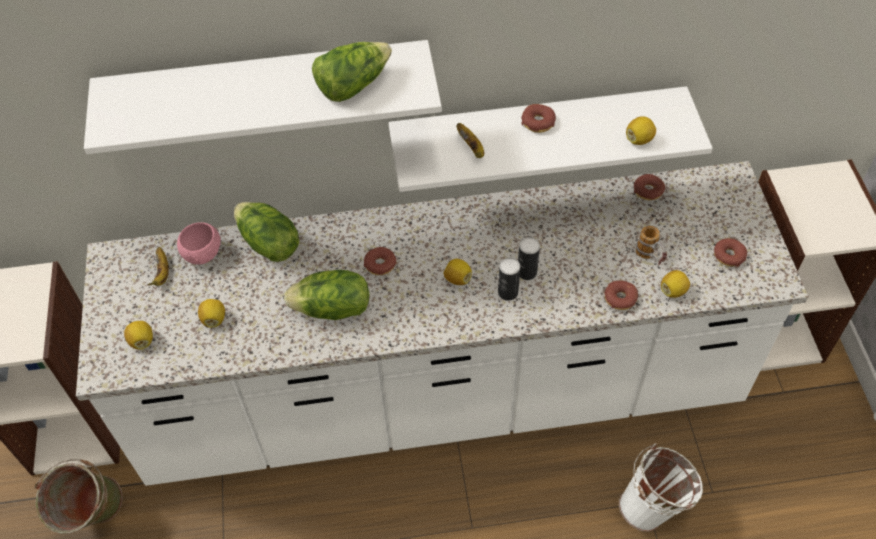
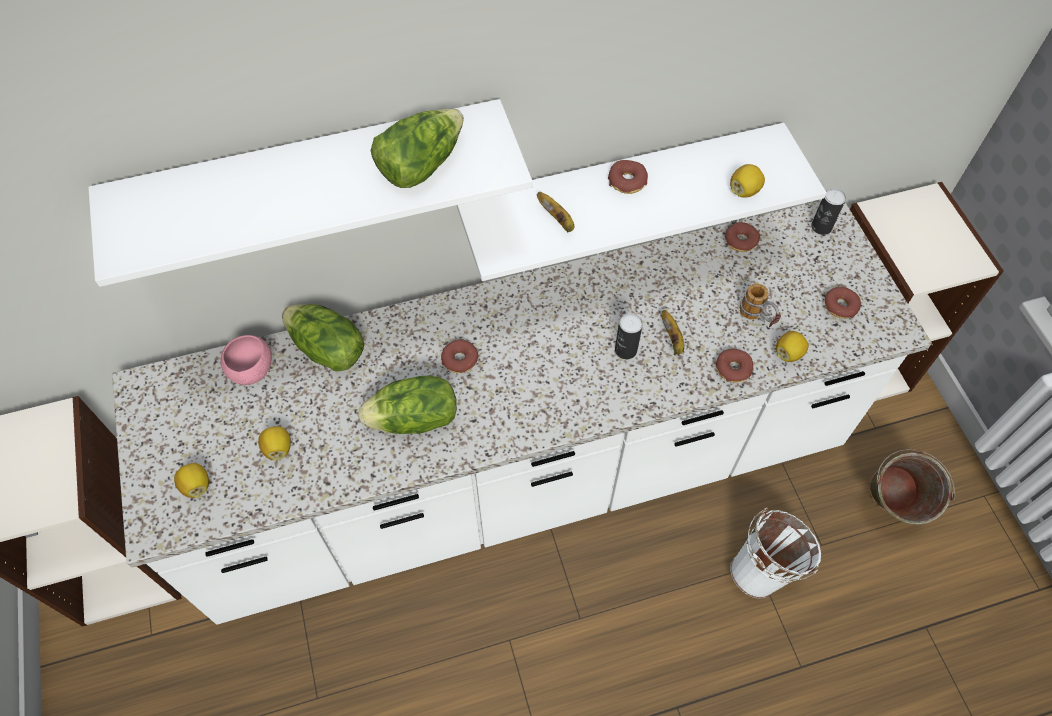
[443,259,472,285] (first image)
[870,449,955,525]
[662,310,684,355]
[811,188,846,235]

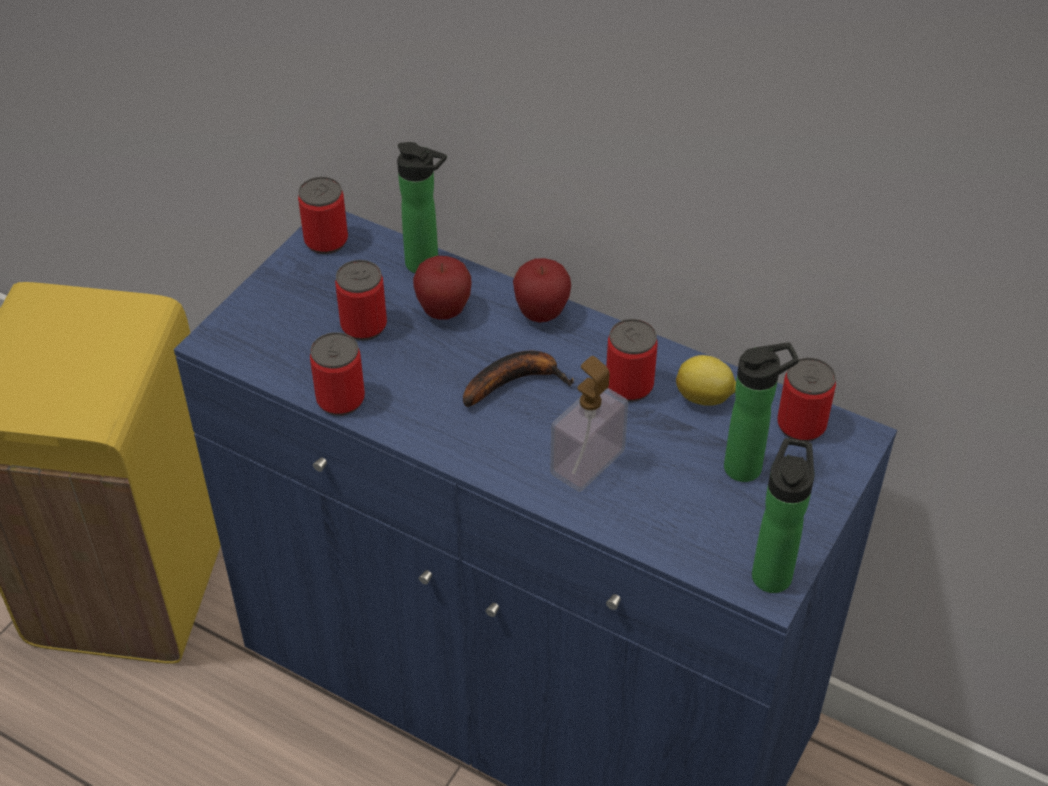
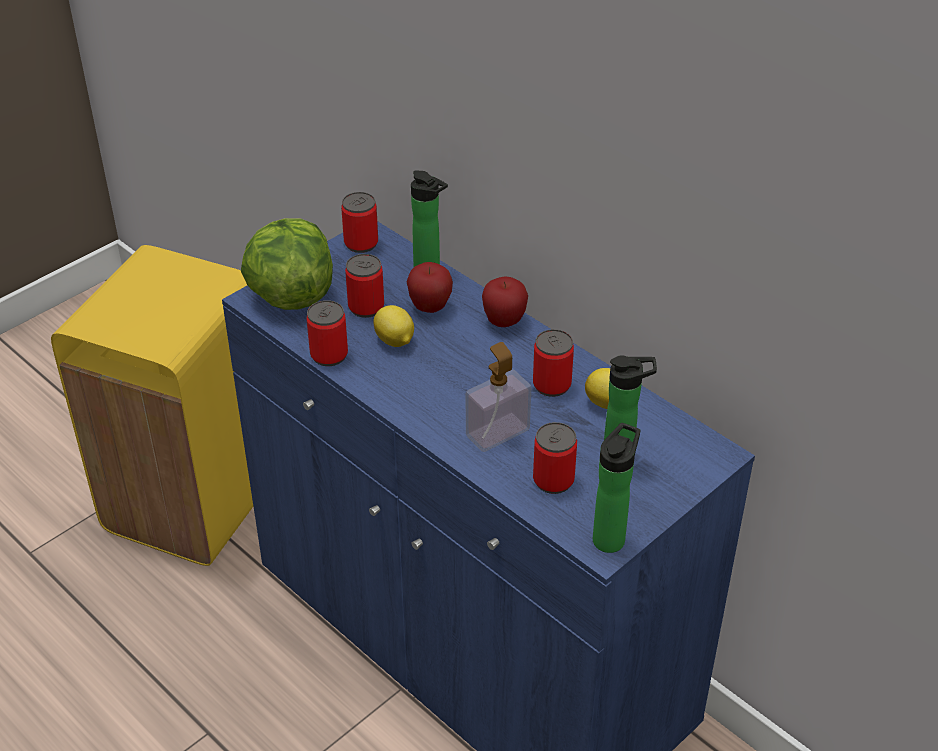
[463,351,574,407] (first image)
[241,218,333,310]
[373,305,414,347]
[533,422,577,494]

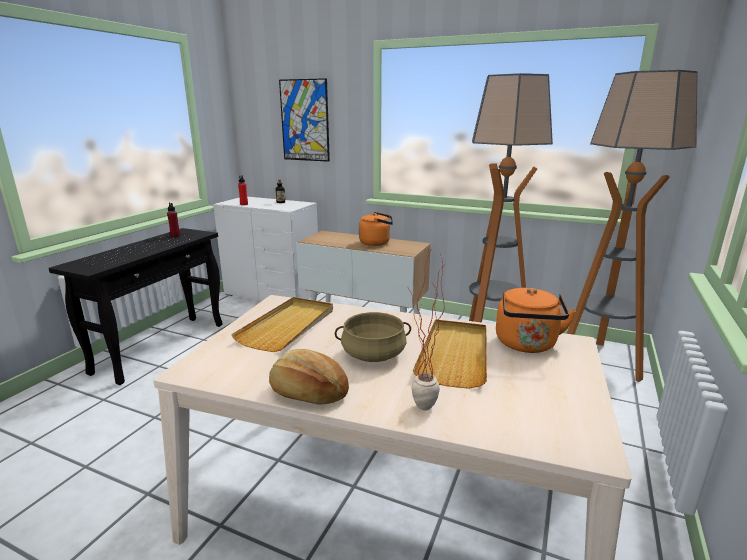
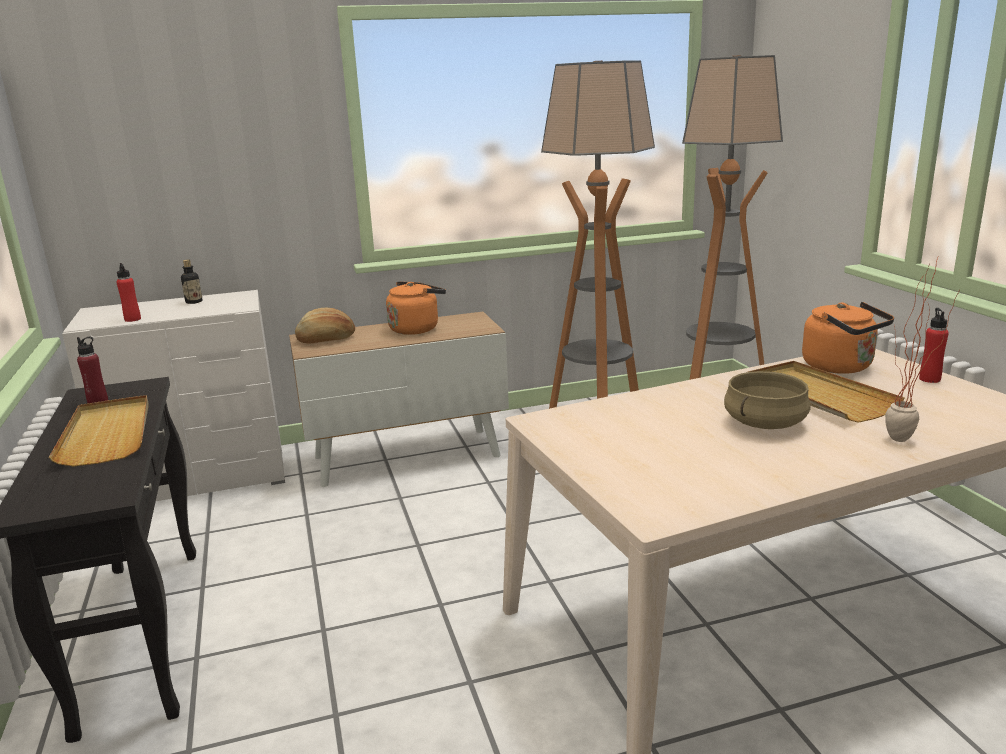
[279,78,330,162] (first image)
[919,308,949,383]
[48,395,149,467]
[295,308,355,344]

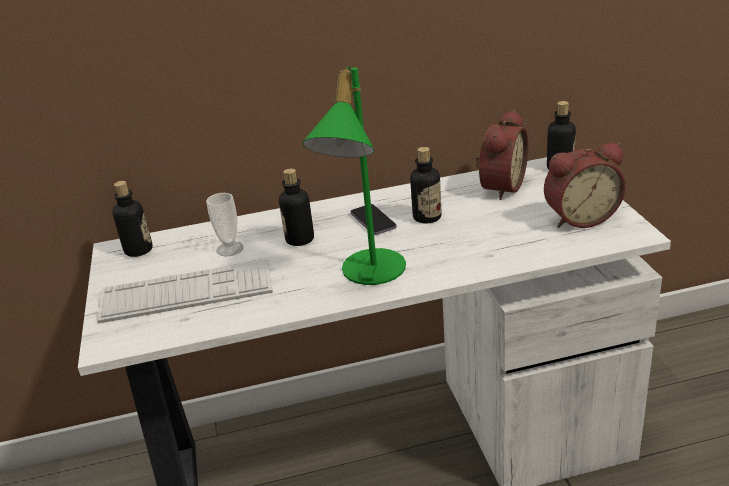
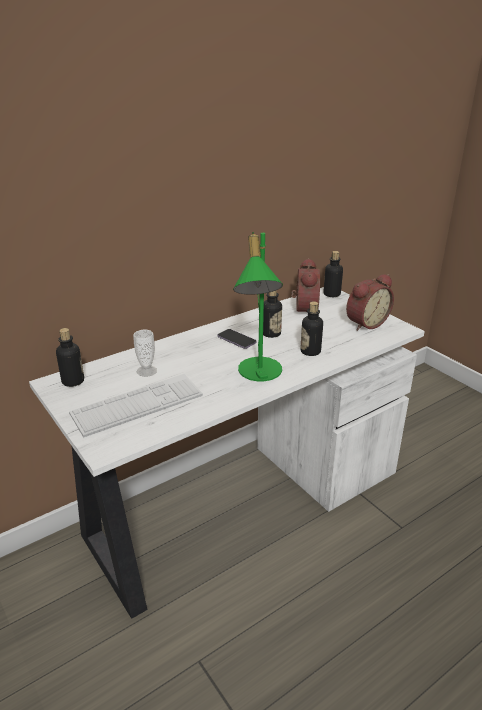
[300,301,323,356]

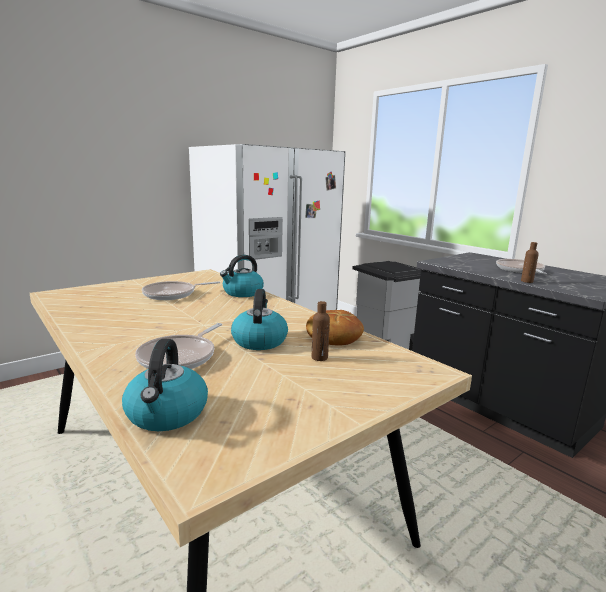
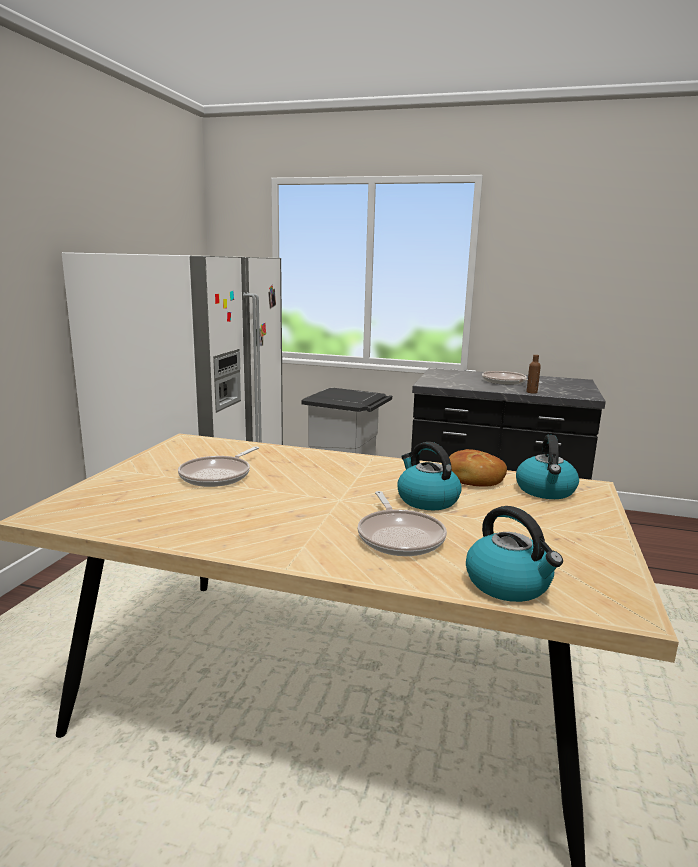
[311,301,330,361] (first image)
[516,435,579,499]

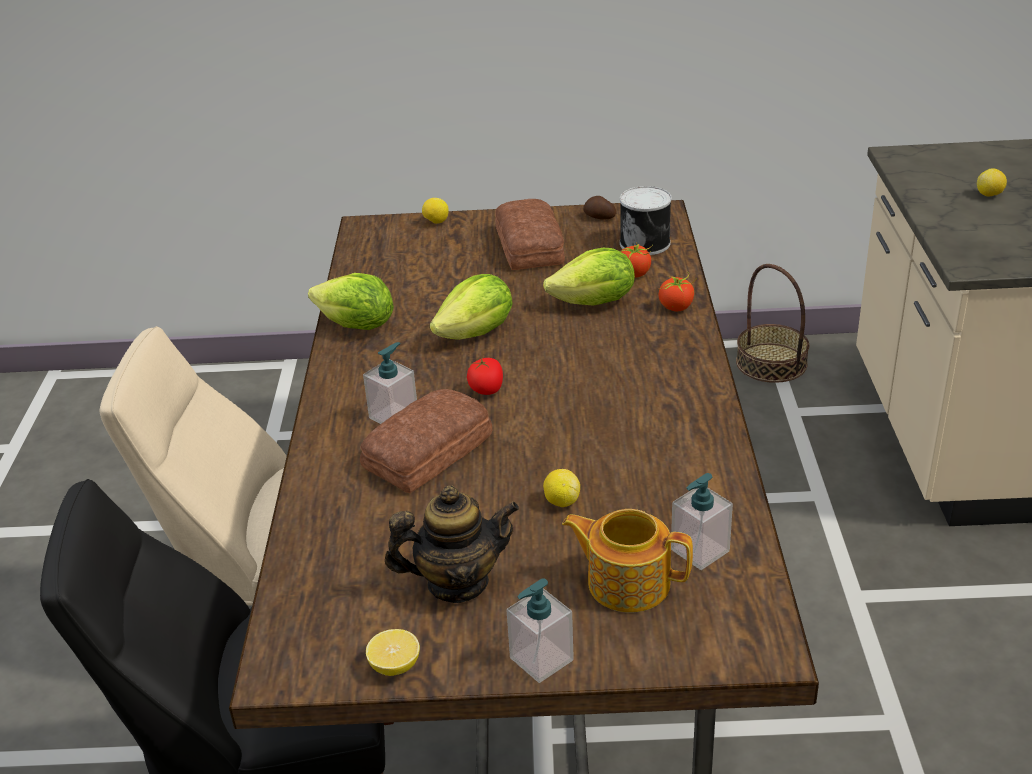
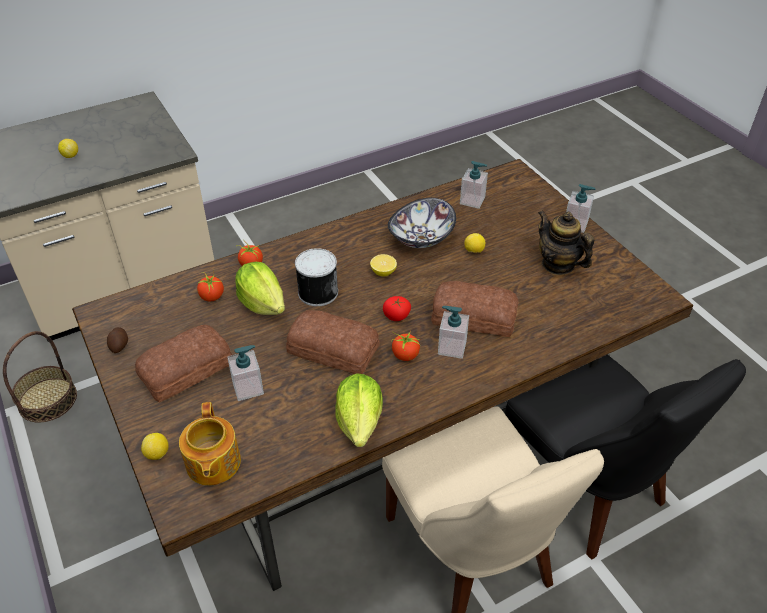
[227,345,264,401]
[388,198,456,248]
[391,332,420,361]
[370,254,397,276]
[179,402,241,486]
[295,248,338,306]
[286,310,380,374]

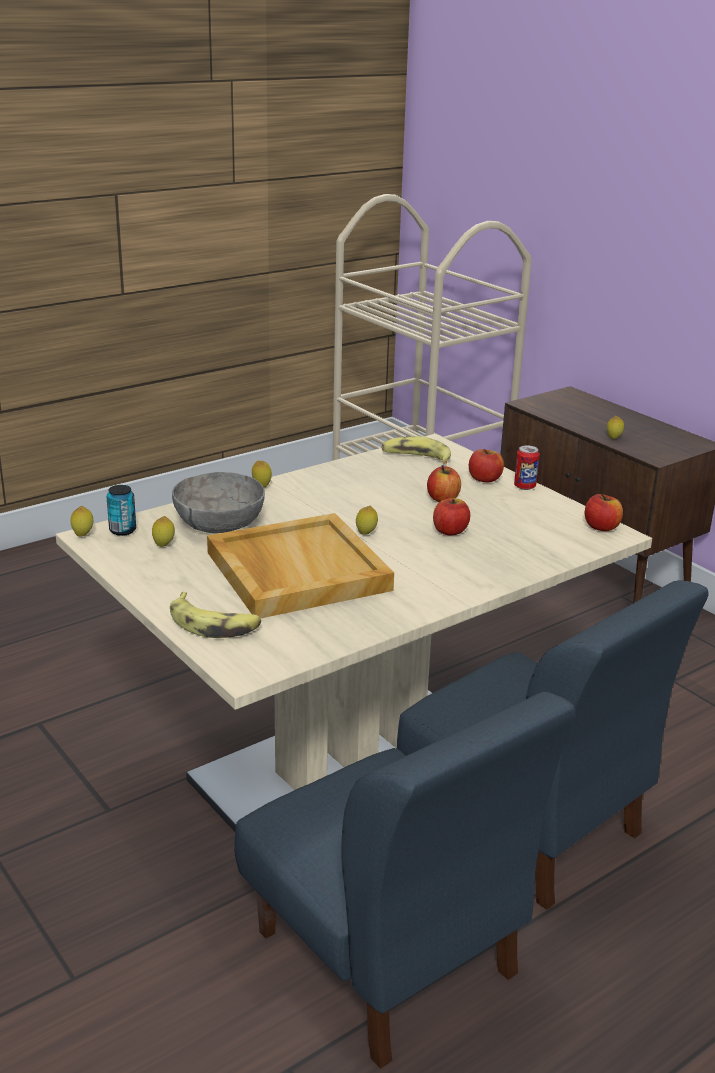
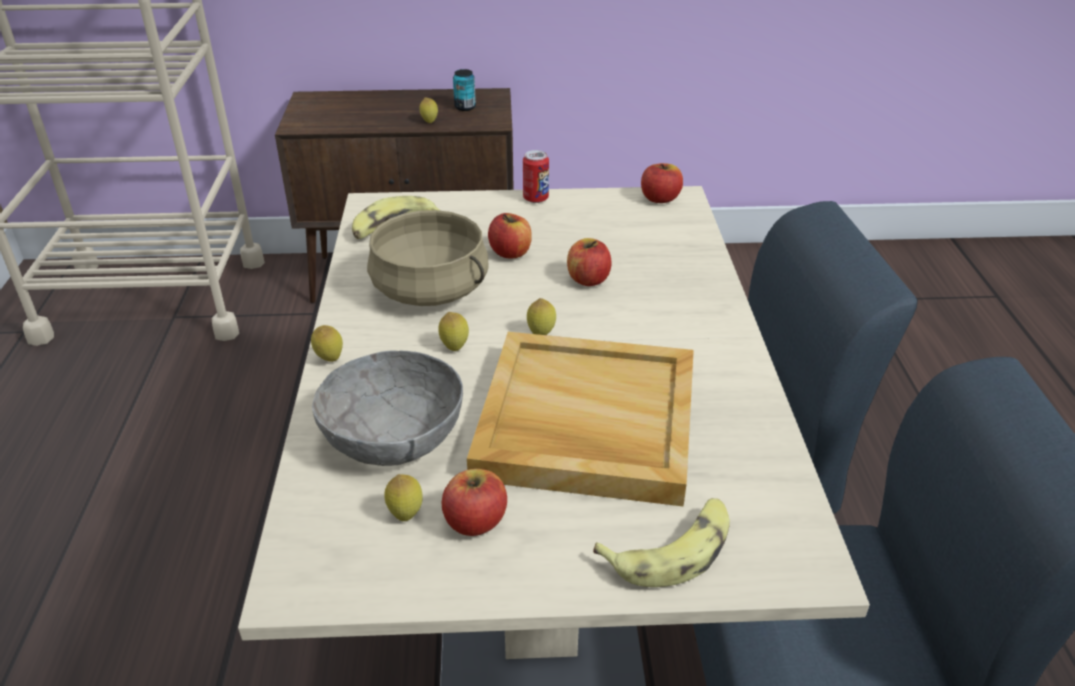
[367,210,489,306]
[438,312,469,351]
[453,69,476,111]
[442,469,507,536]

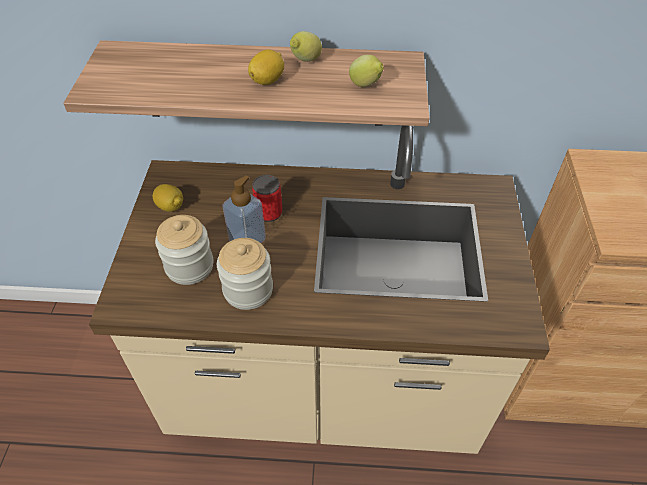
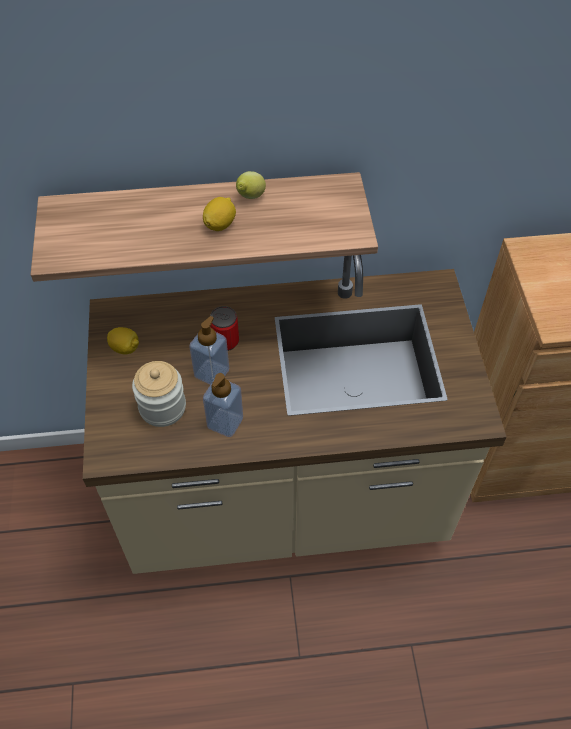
[349,55,384,87] (first image)
[203,373,243,437]

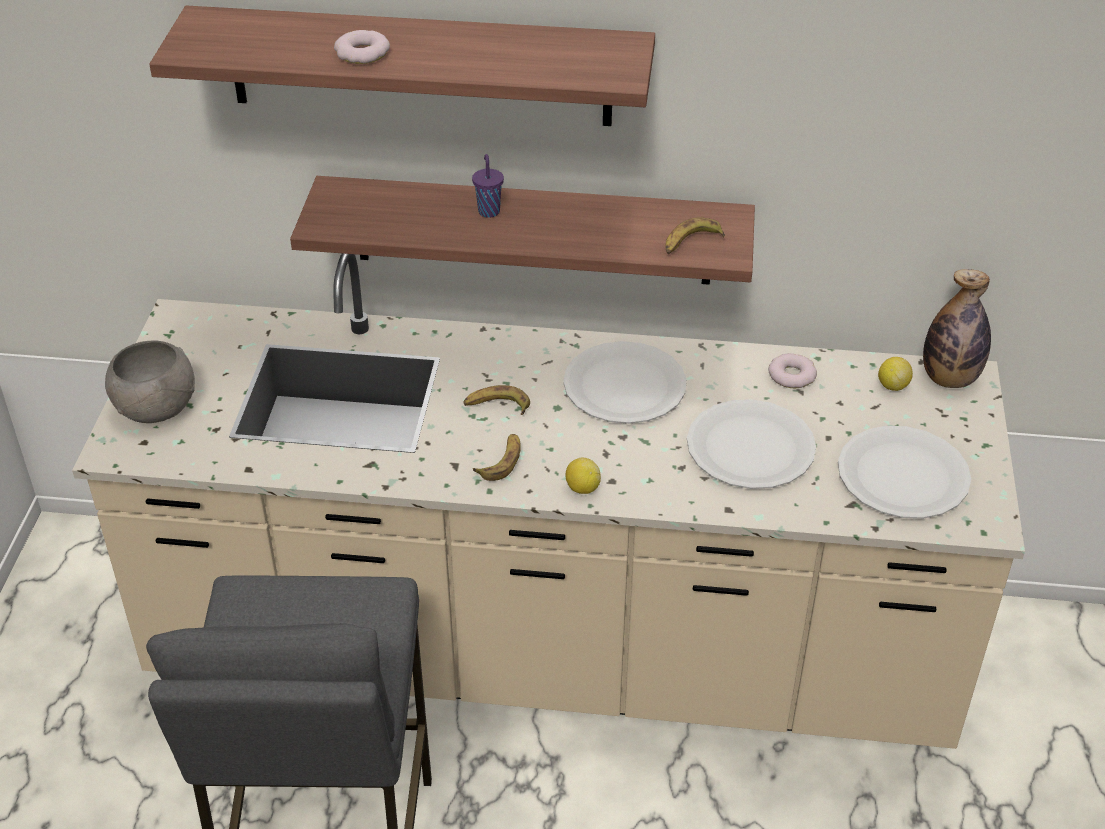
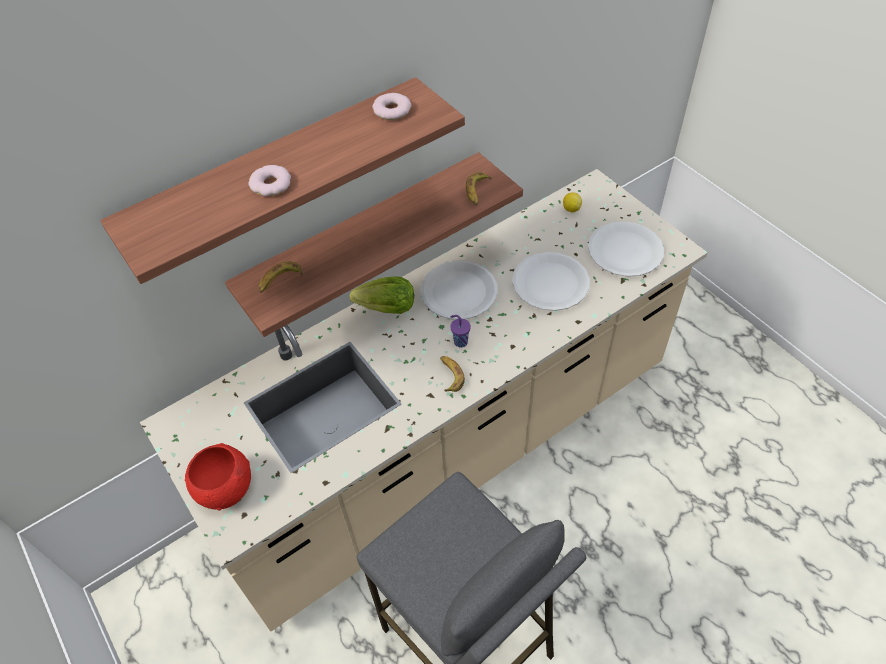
[565,458,601,494] (first image)
[923,269,991,388] (first image)
[349,276,414,314]
[259,261,303,293]
[450,315,471,348]
[372,93,412,120]
[185,443,251,510]

